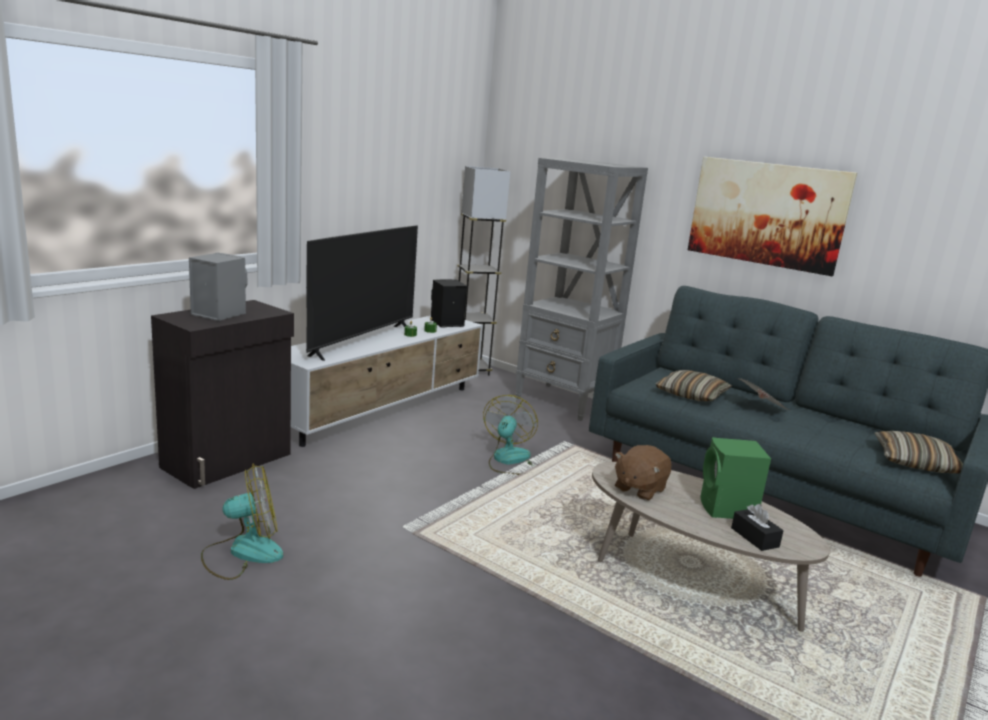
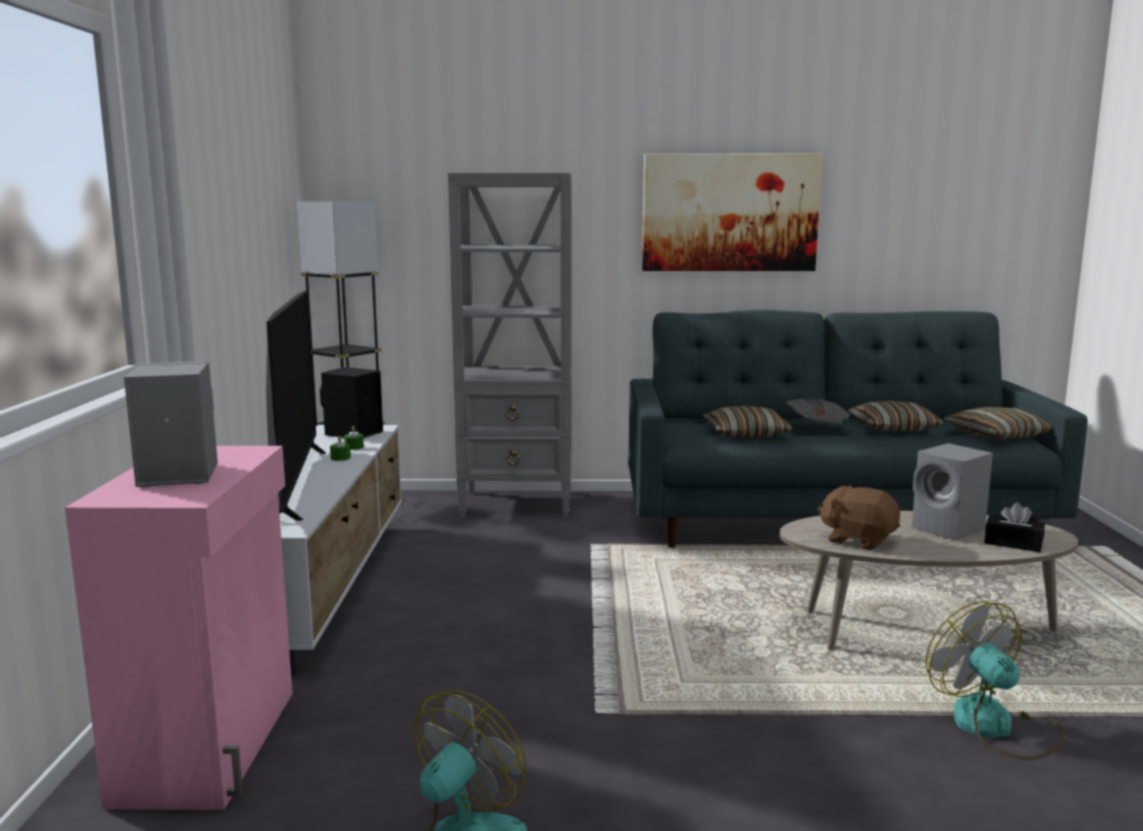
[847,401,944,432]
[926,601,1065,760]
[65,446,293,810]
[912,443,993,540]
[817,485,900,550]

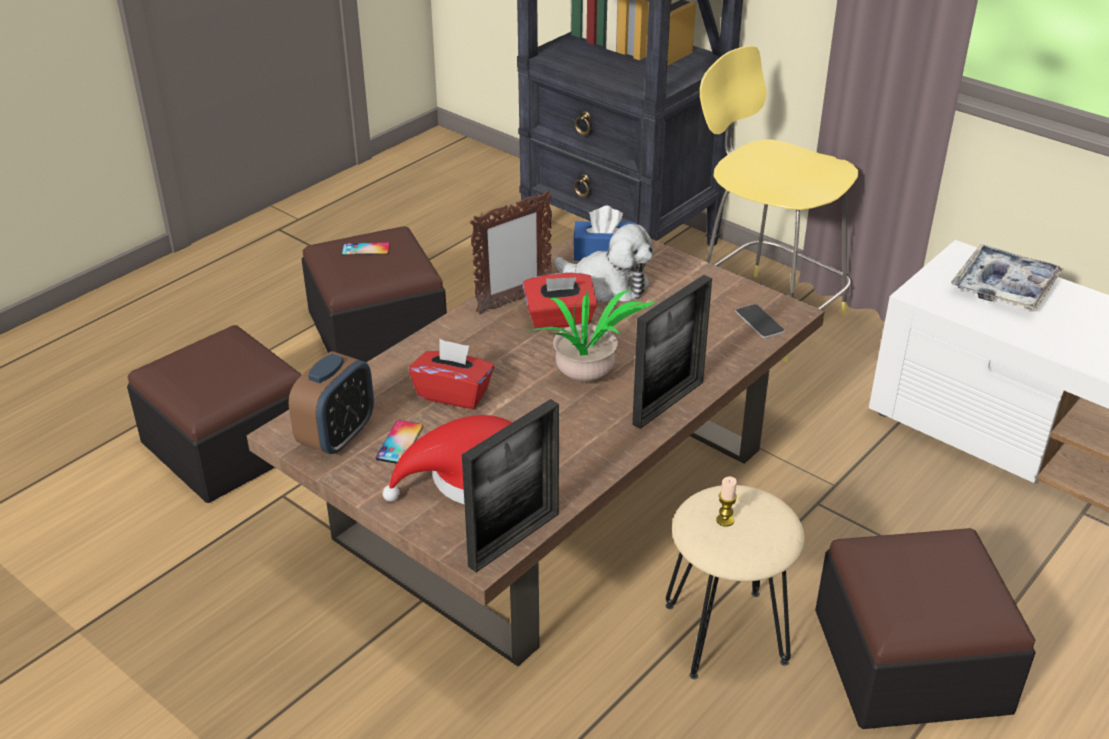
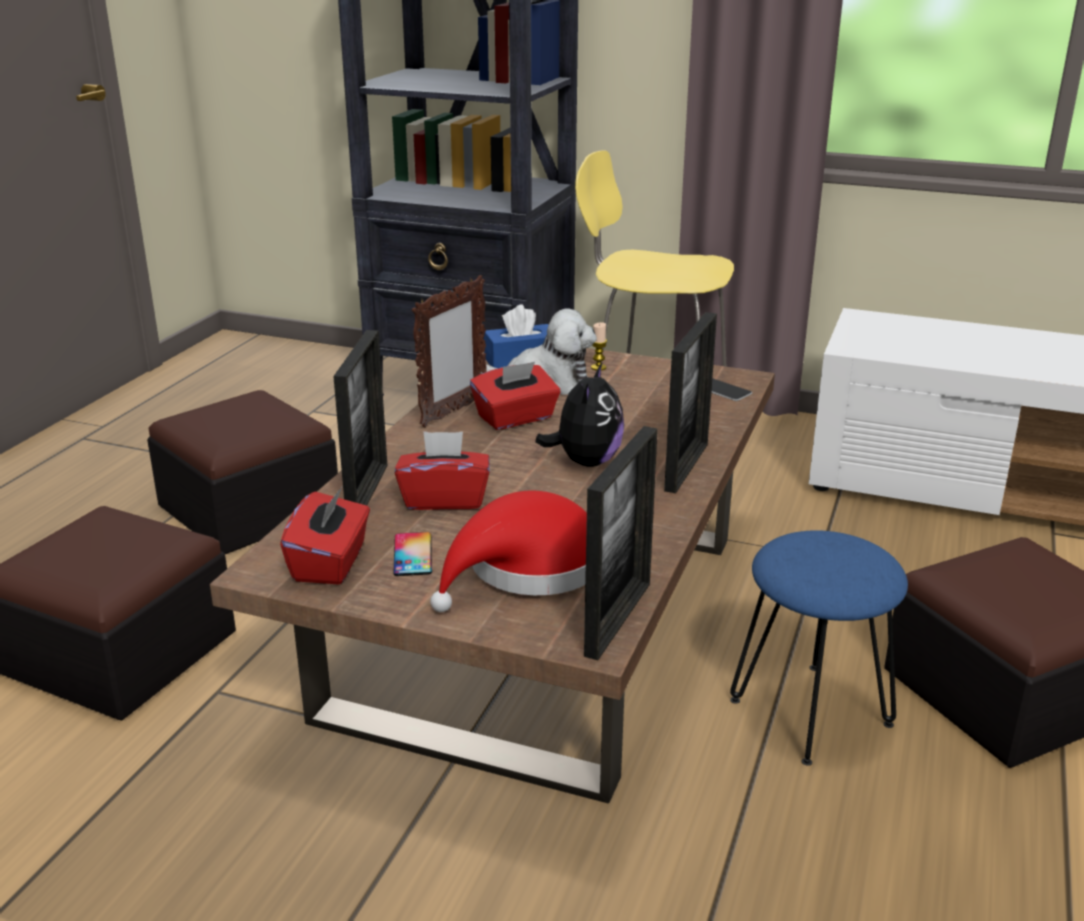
[342,242,390,255] (first image)
[951,244,1063,310] (first image)
[333,330,387,506]
[591,322,607,371]
[280,487,370,585]
[535,363,624,467]
[730,530,908,766]

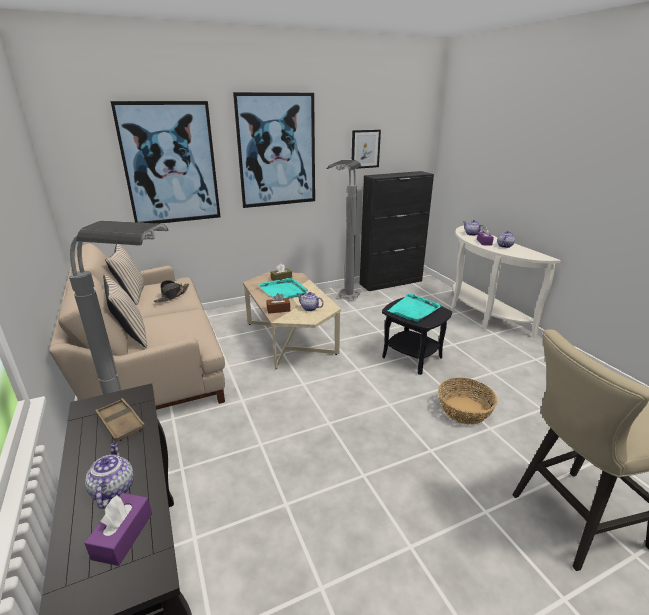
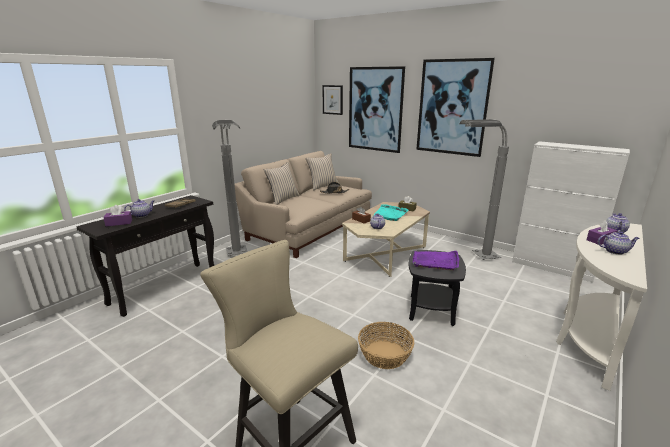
[322,85,343,115]
[512,141,630,282]
[413,251,459,271]

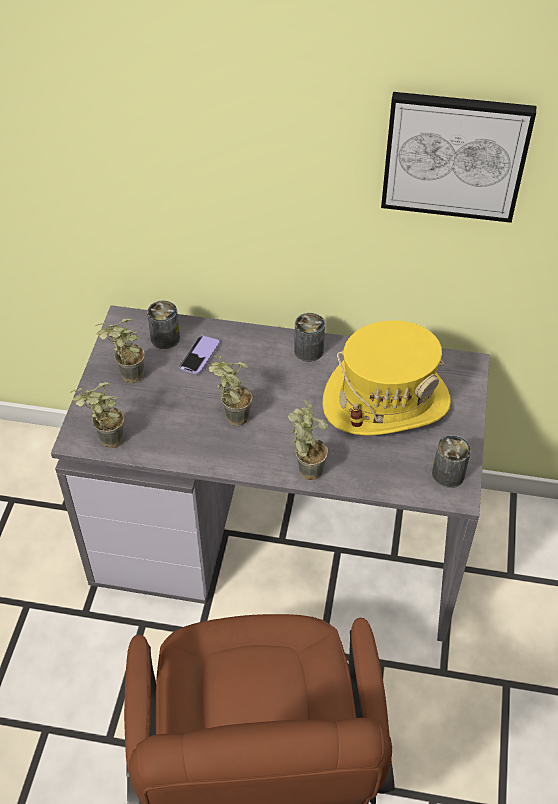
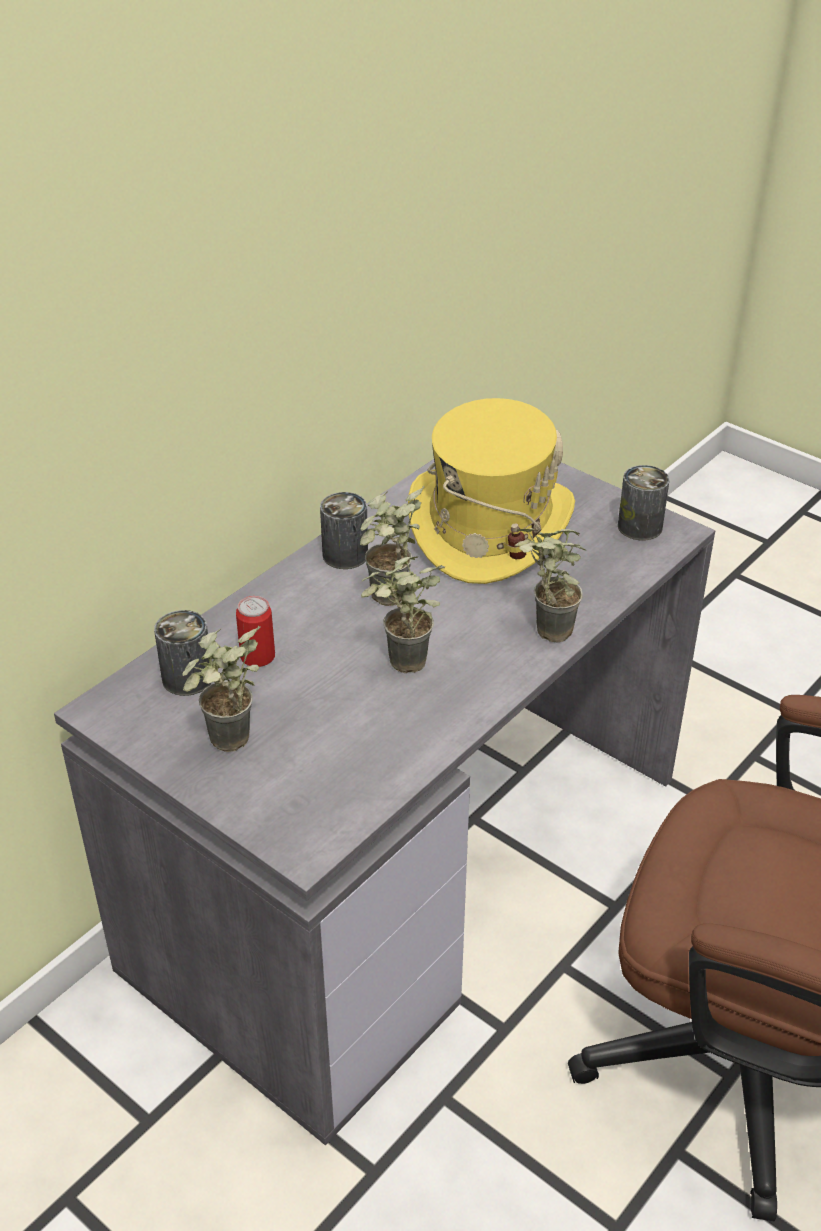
[381,92,536,223] (first image)
[360,486,424,606]
[236,596,275,667]

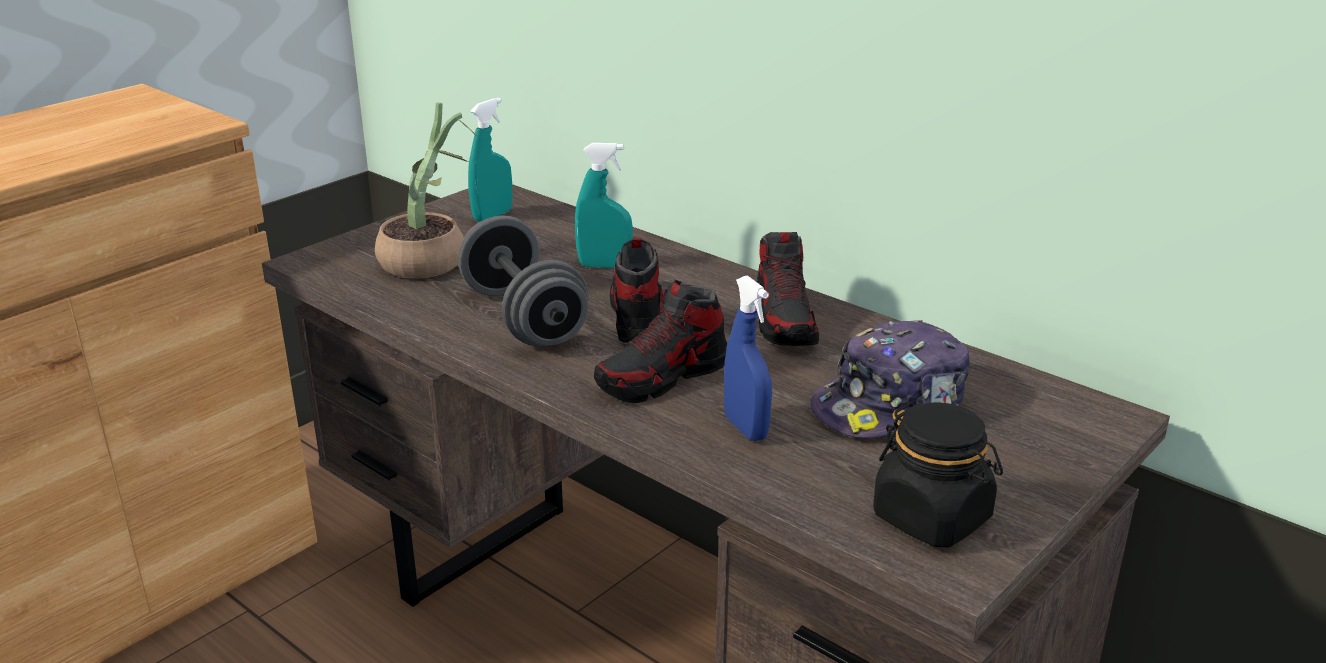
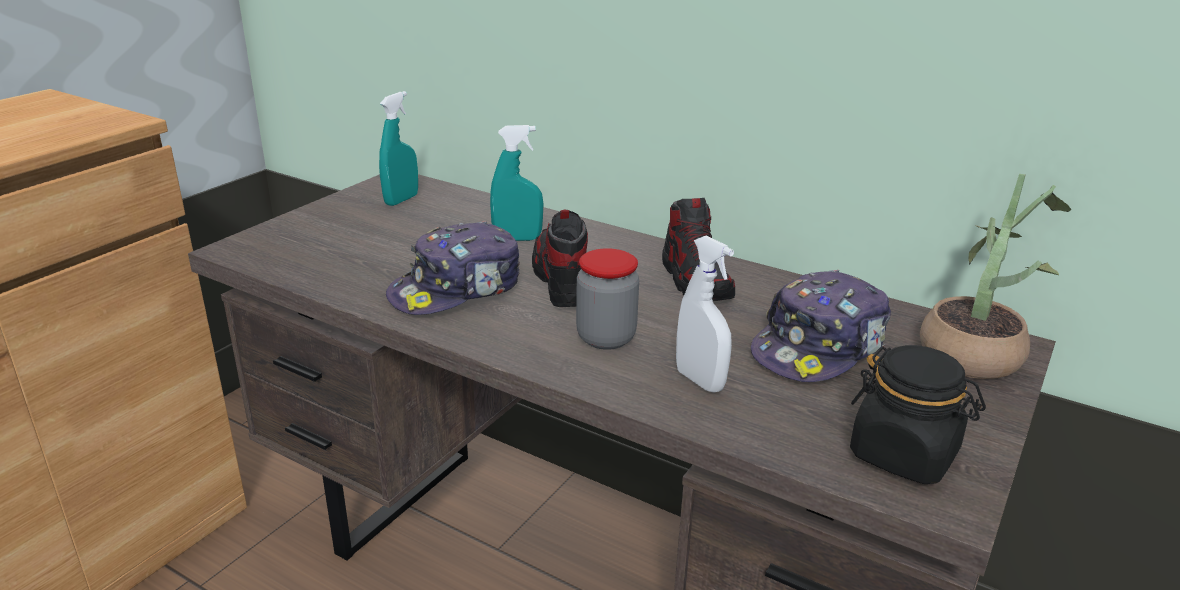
[920,174,1071,379]
[386,221,520,315]
[576,248,639,350]
[676,235,734,393]

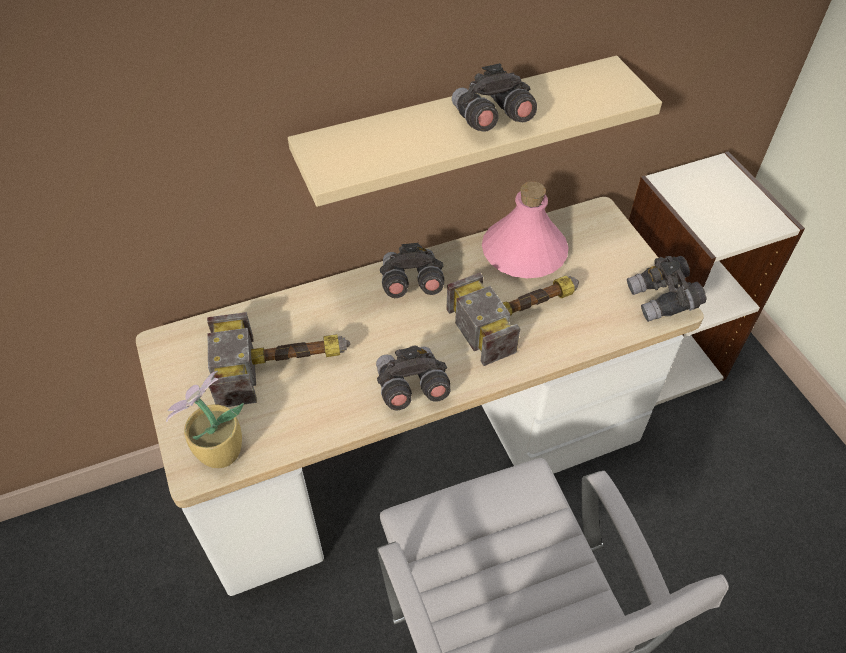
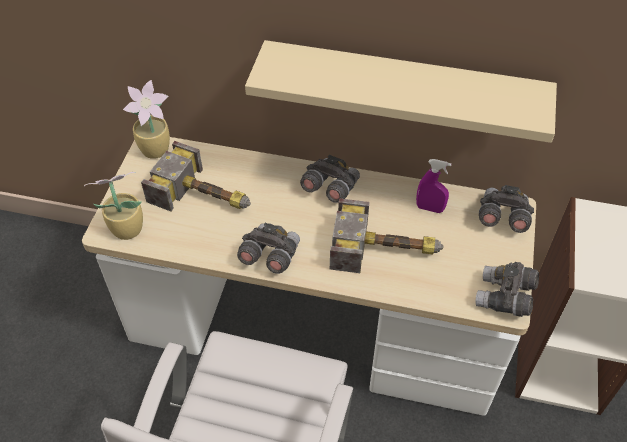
[123,80,170,159]
[479,185,534,233]
[416,159,451,213]

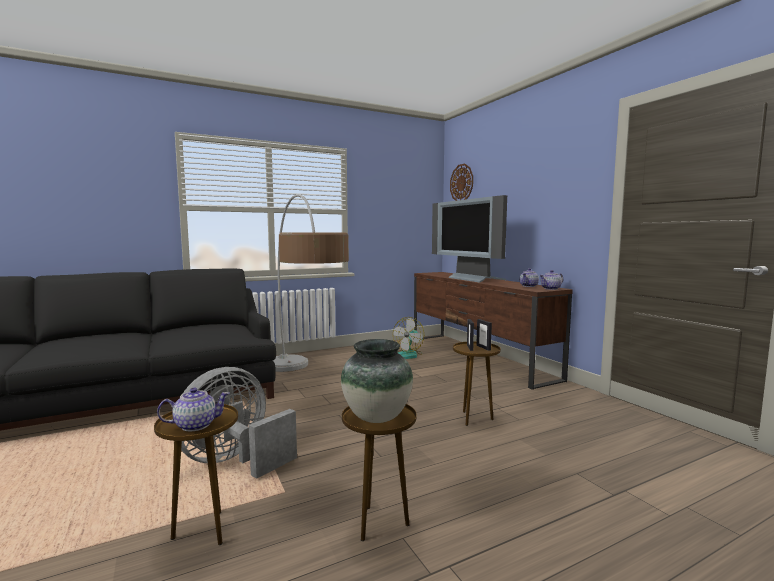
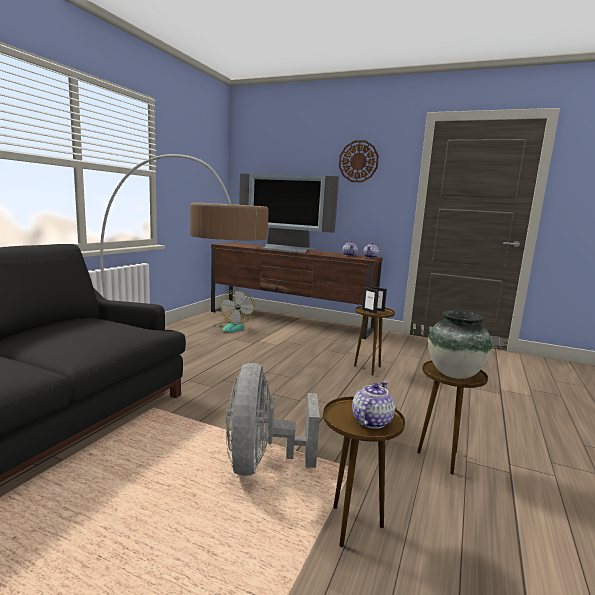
[339,140,379,183]

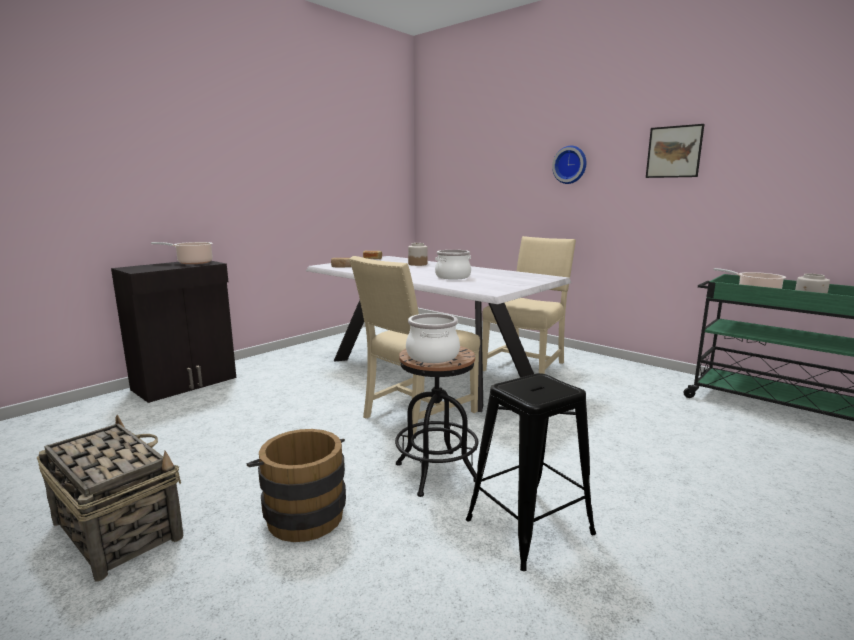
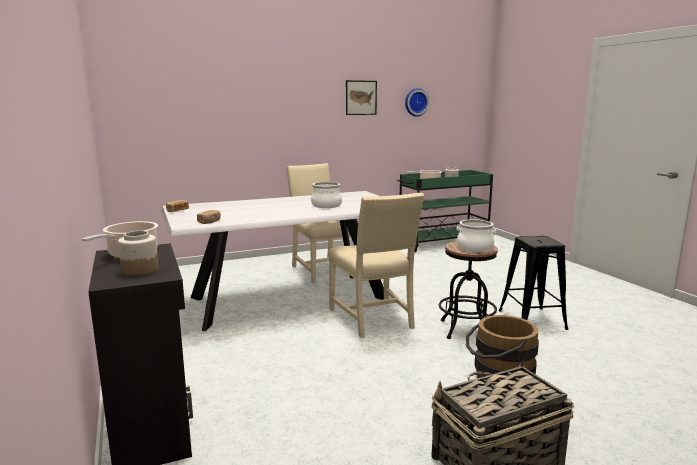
[118,231,159,276]
[405,88,429,116]

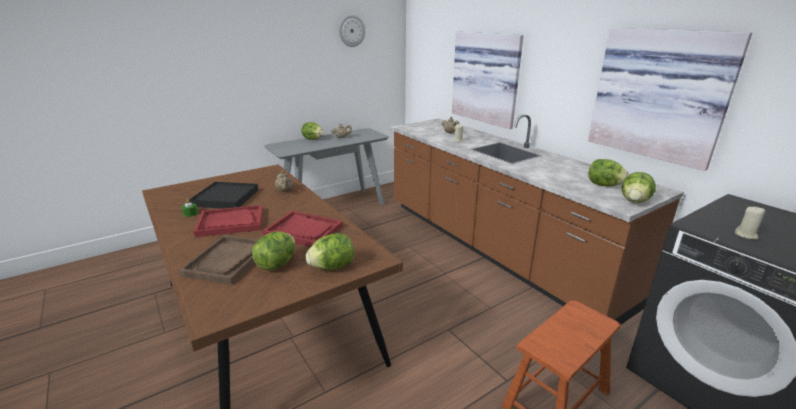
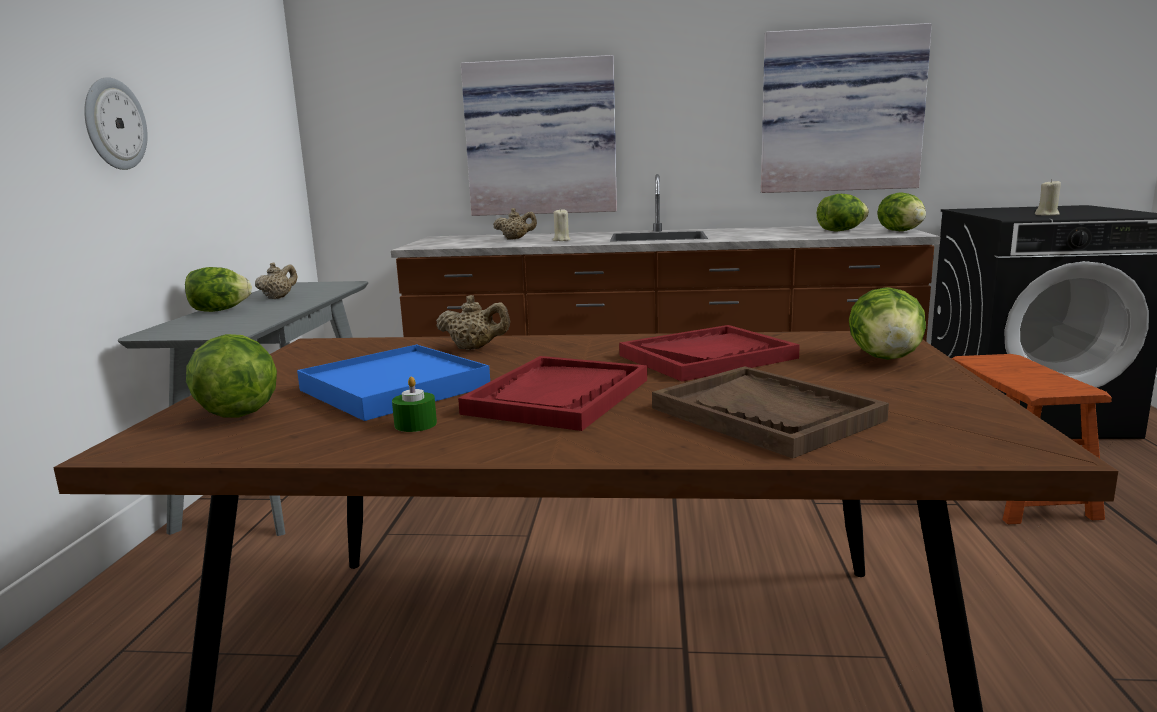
[186,334,277,417]
[84,77,148,170]
[297,345,490,421]

